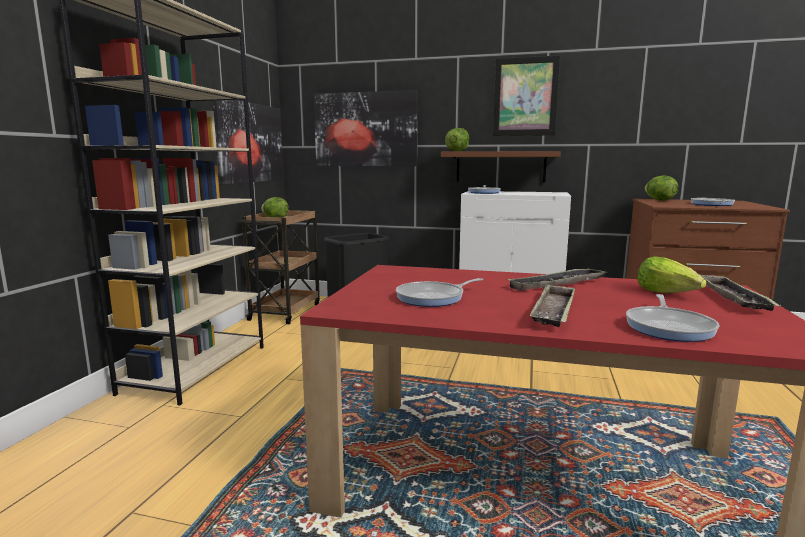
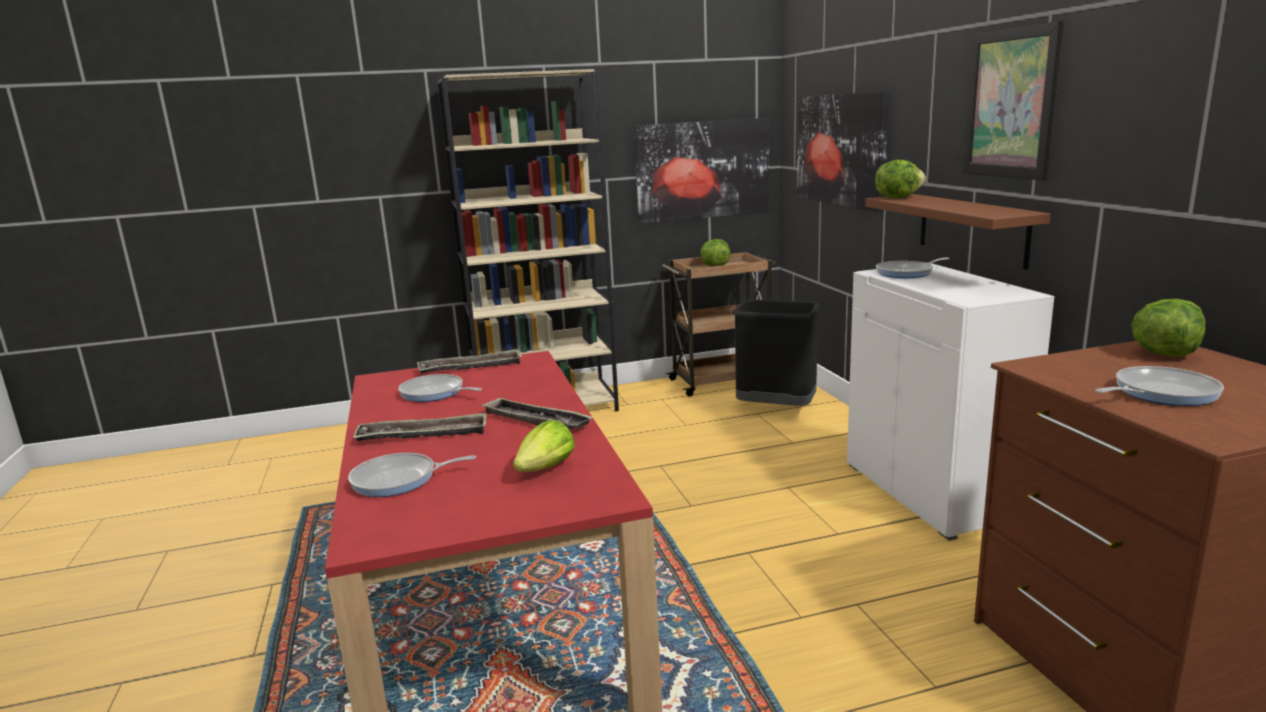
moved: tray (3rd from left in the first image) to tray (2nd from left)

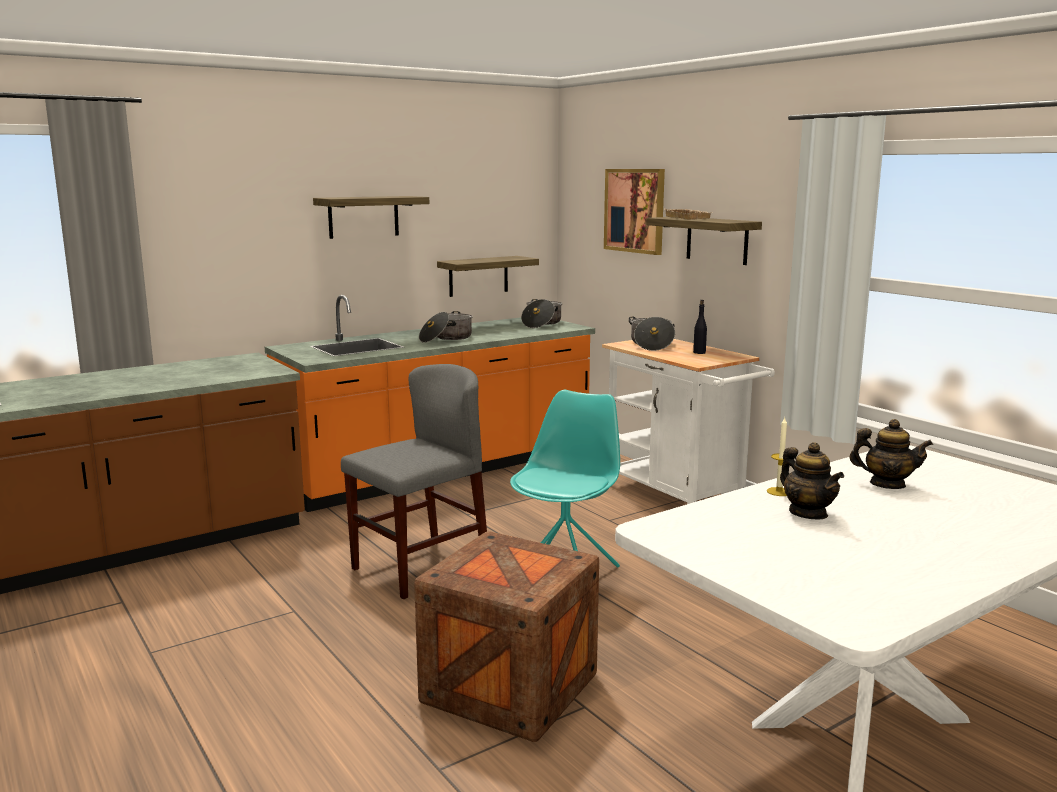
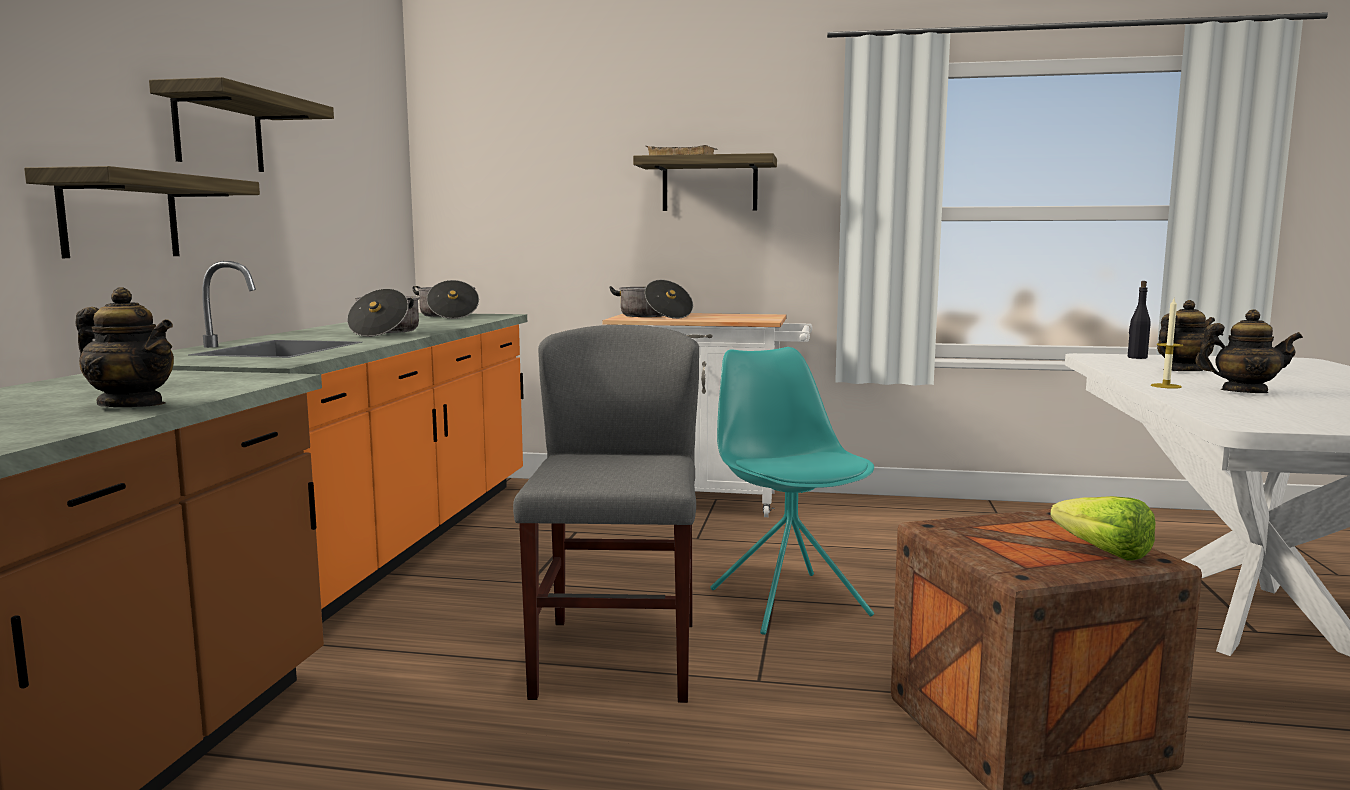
removed: picture
added: teapot (1st from left); lettuce
moved: shelf (2nd from left in the first image) to shelf (1st from left); black bottle

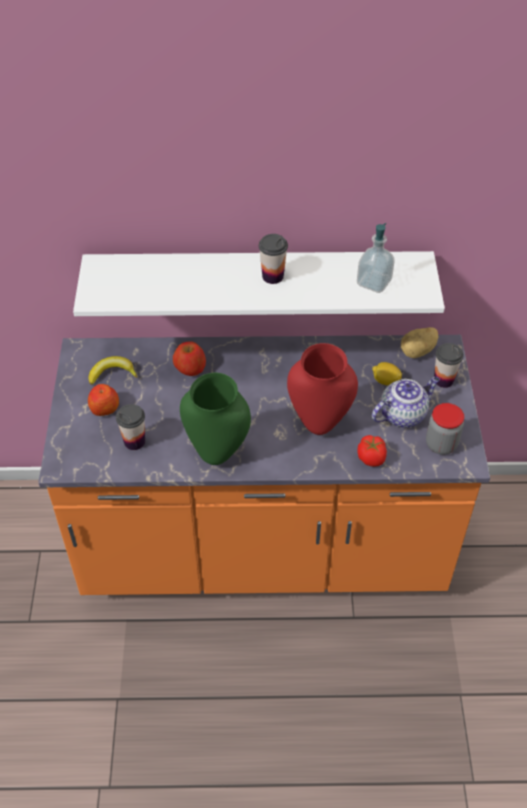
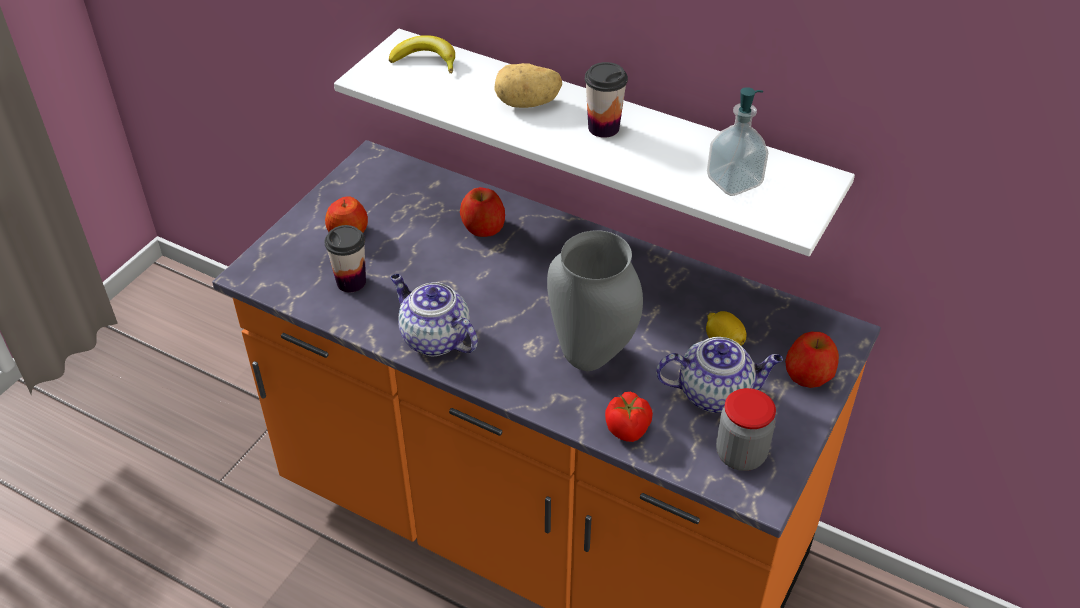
moved: banana; potato
replaced: green vase to teapot (1st from left); cup (3rd from left) to apple (3rd from left)
recoloured: red vase to grey vase

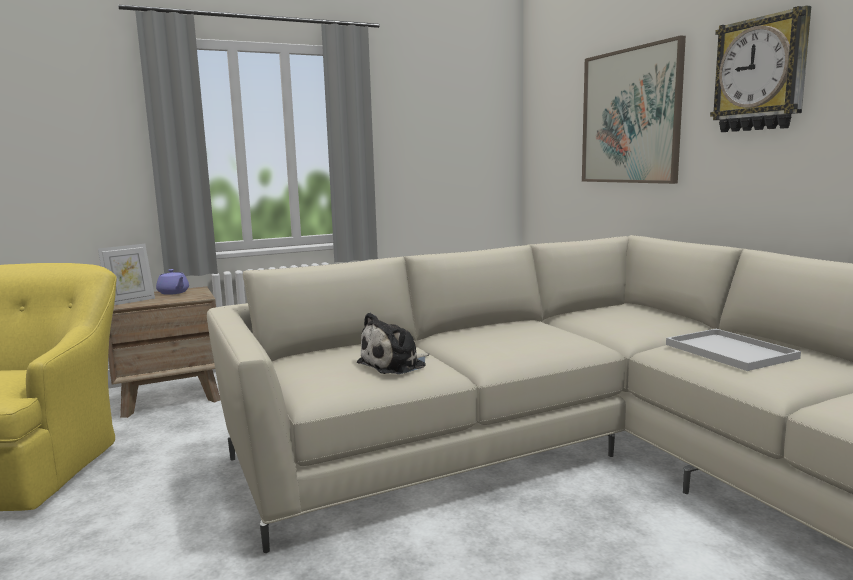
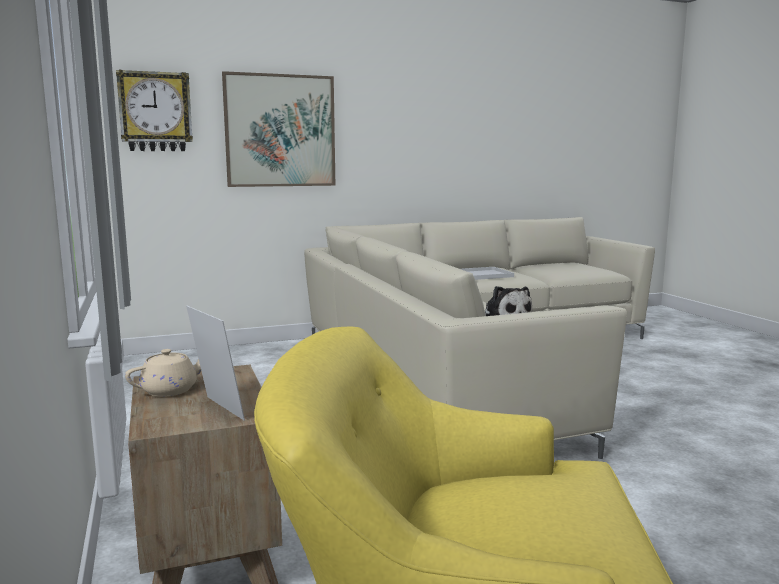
moved: wall clock
recoloured: purple teapot to beige teapot

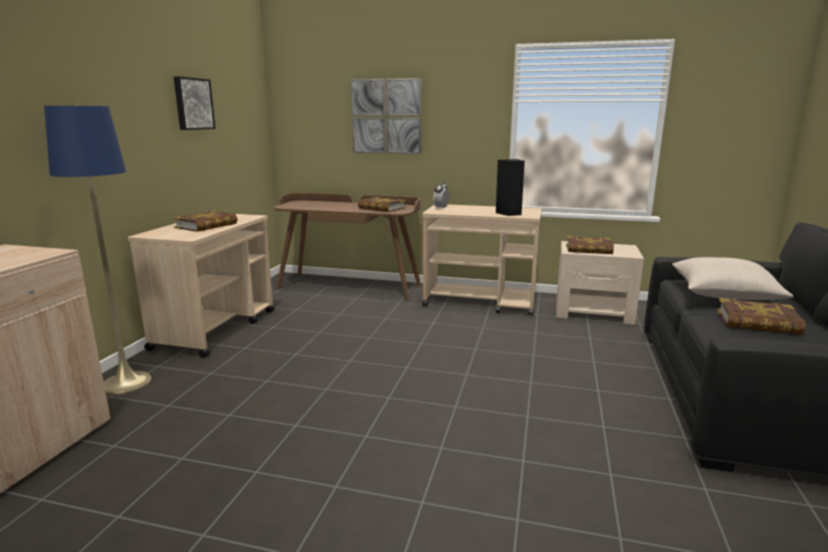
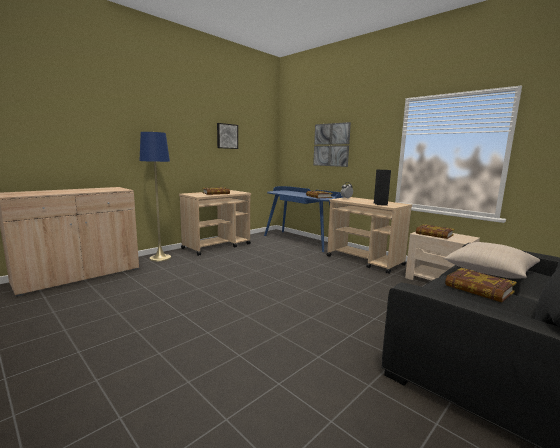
recoloured: brown desk to blue desk

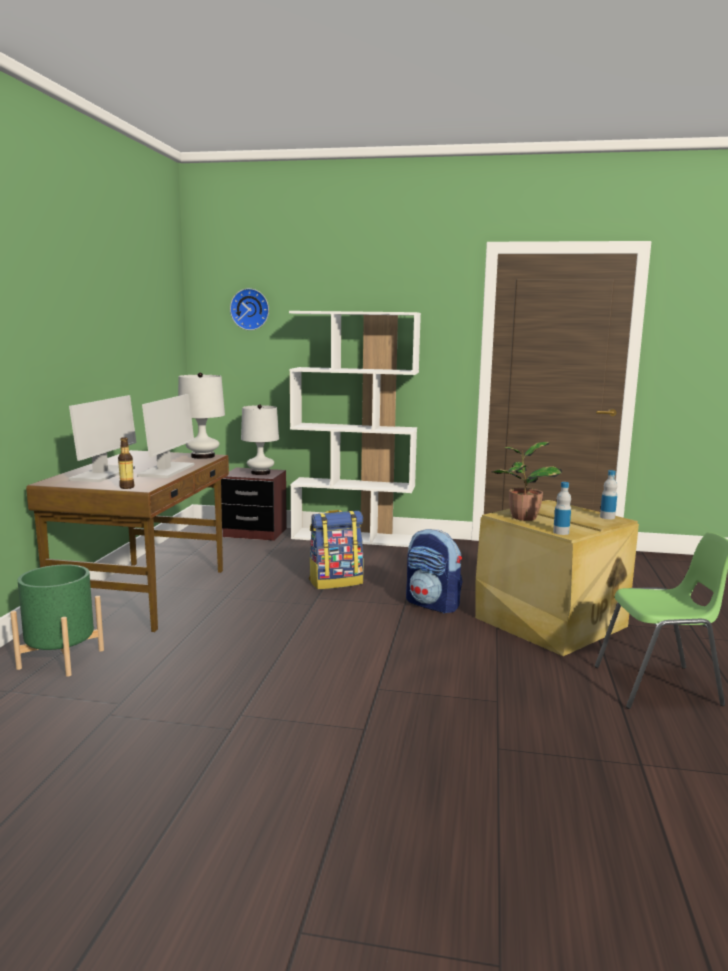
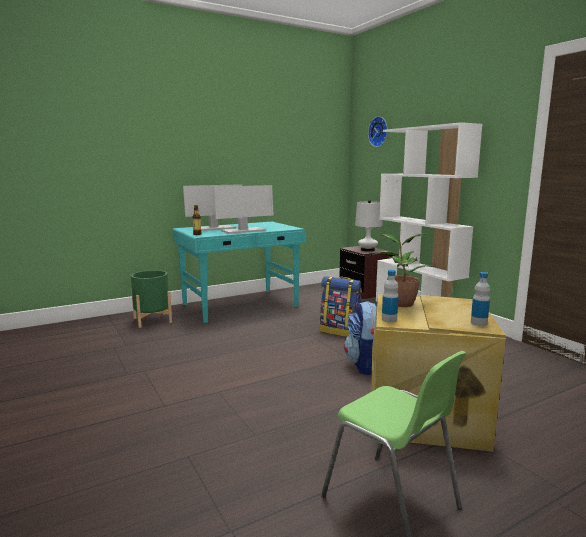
removed: white table lamp (1st from left)
recoloured: brown desk to turquoise desk

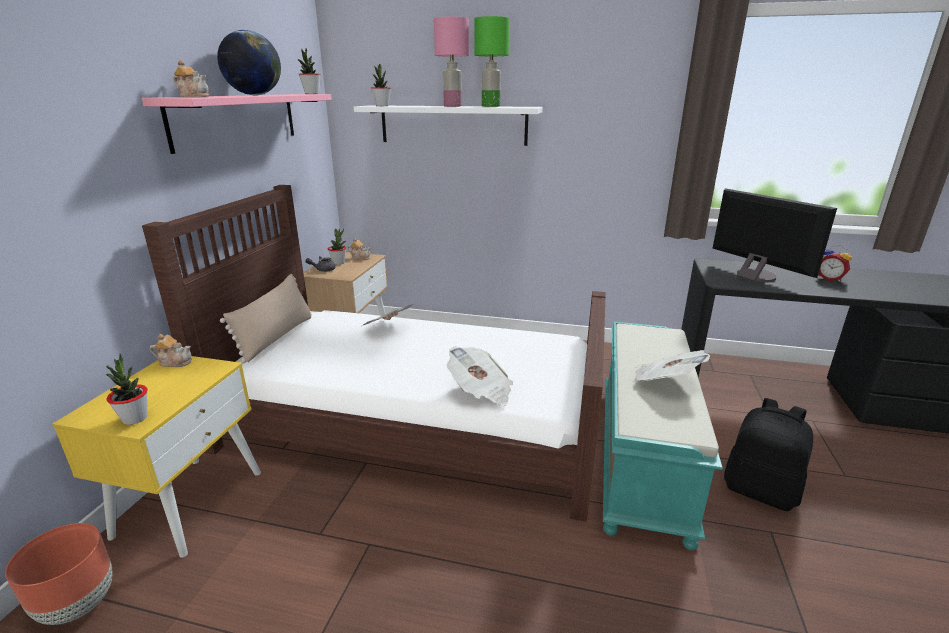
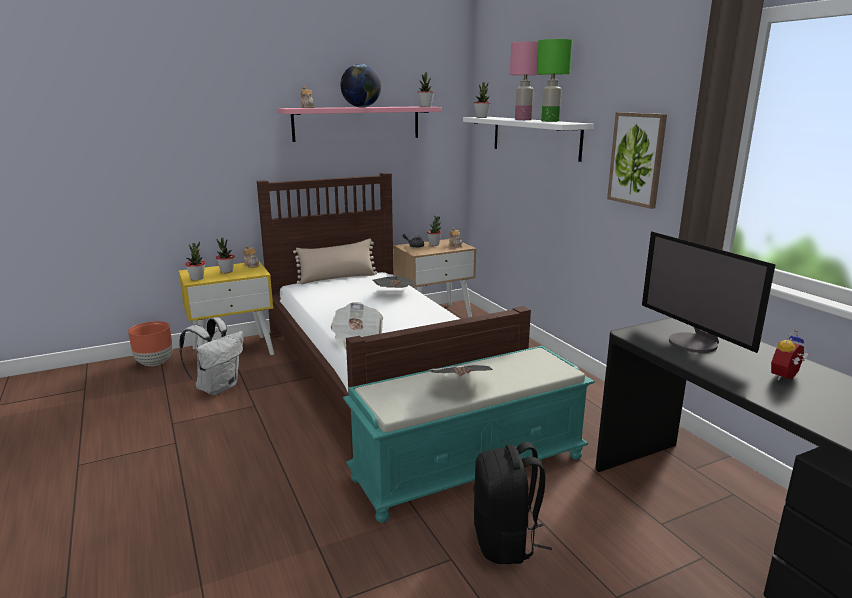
added: white backpack; potted plant (2nd from left); picture
turned: monitor 135 degrees clockwise; alarm clock 45 degrees clockwise

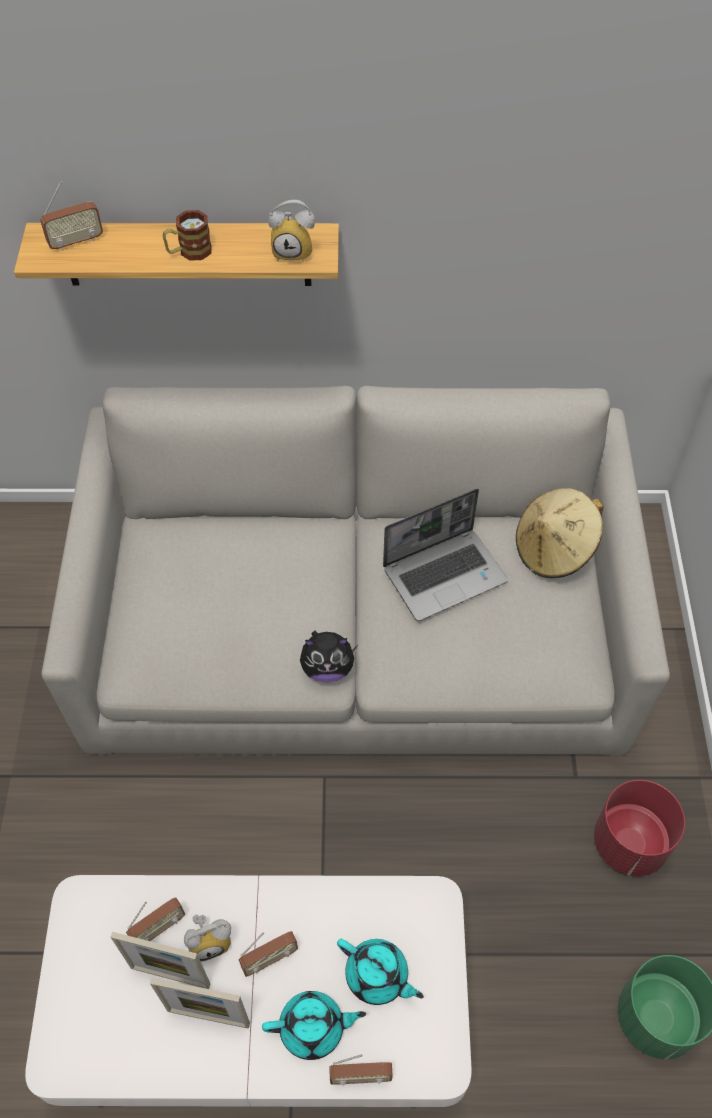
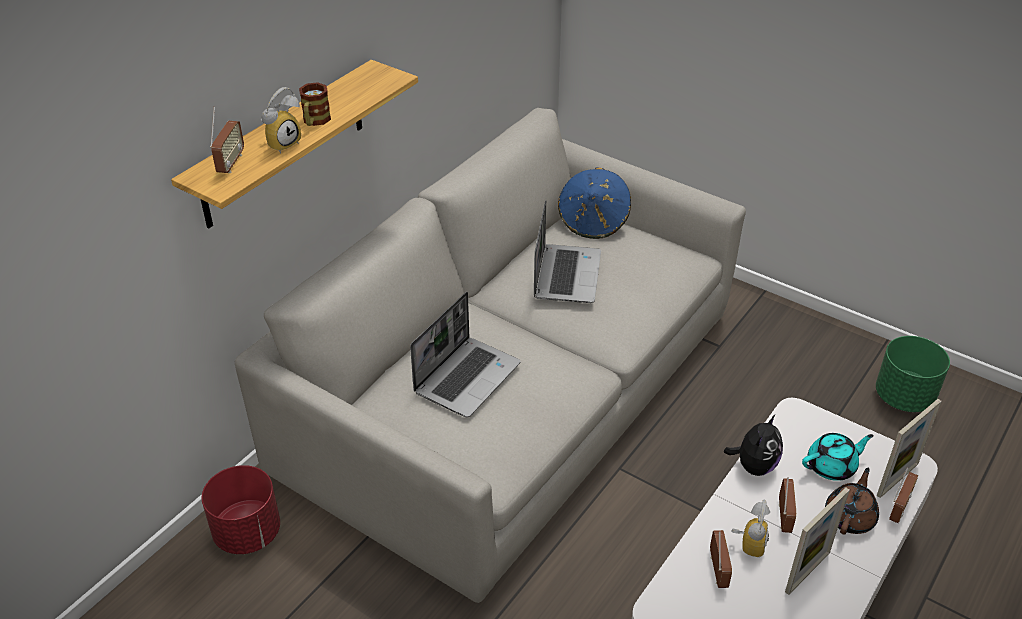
added: laptop (1st from left)
moved: red planter; alarm clock (2nd from left in the first image) to alarm clock (1st from left); plush toy; picture frame (1st from left in the first image) to picture frame (2nd from left)
recoloured: beige hat to blue hat; turquoise teapot (1st from left) to brown teapot

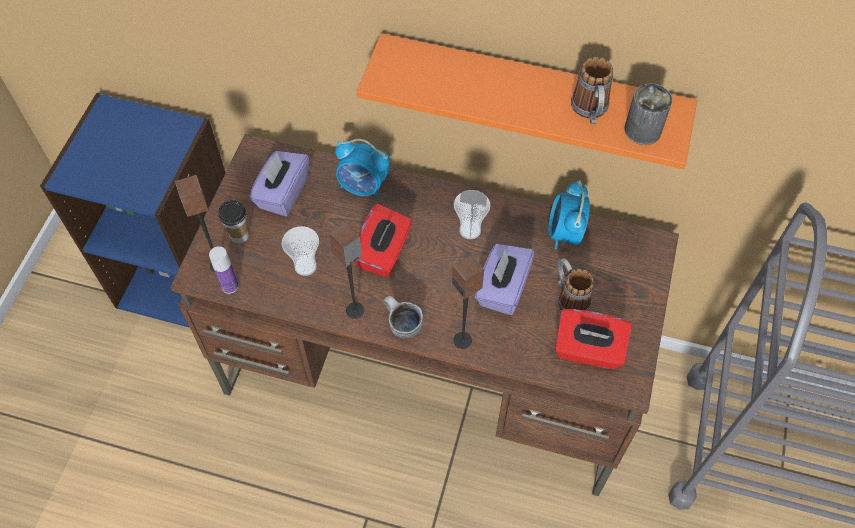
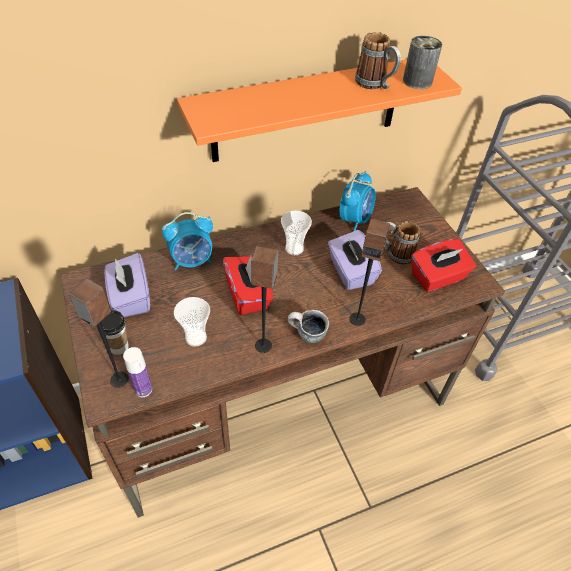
turned: alarm clock (2nd from left) 120 degrees counterclockwise

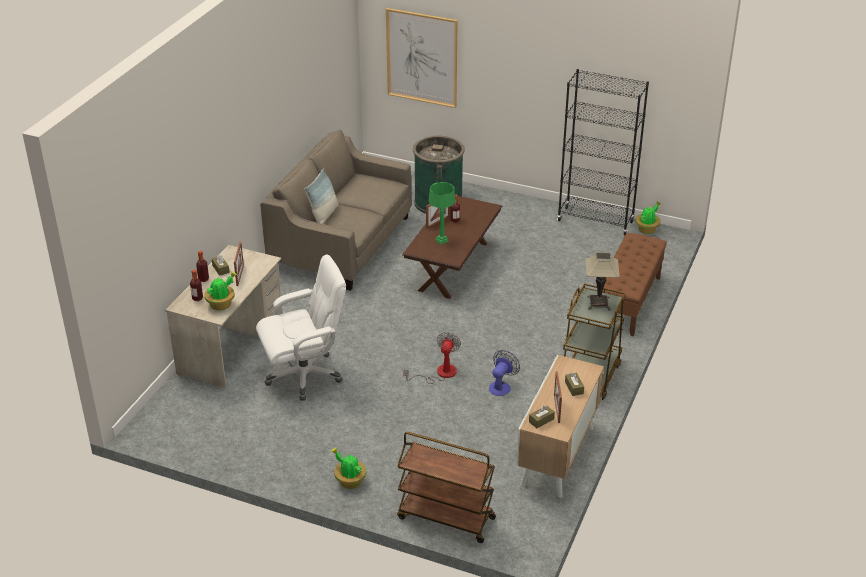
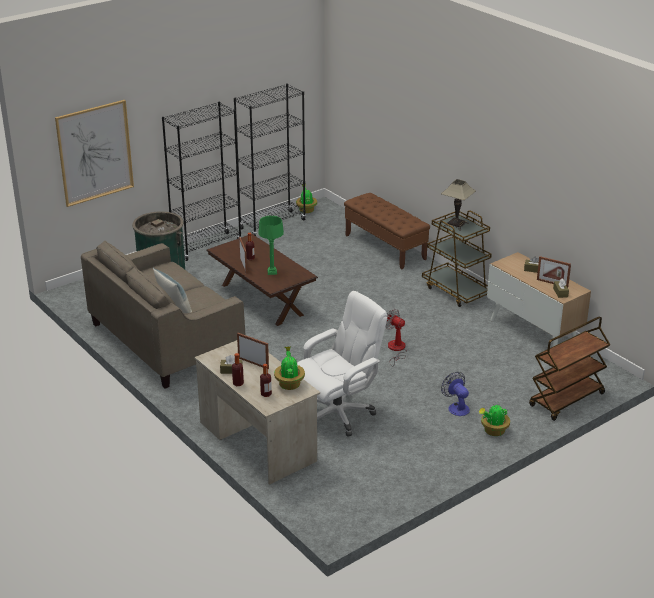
added: black bookcase (1st from left)
moved: fan (2nd from left)
turned: white office chair 45 degrees clockwise

